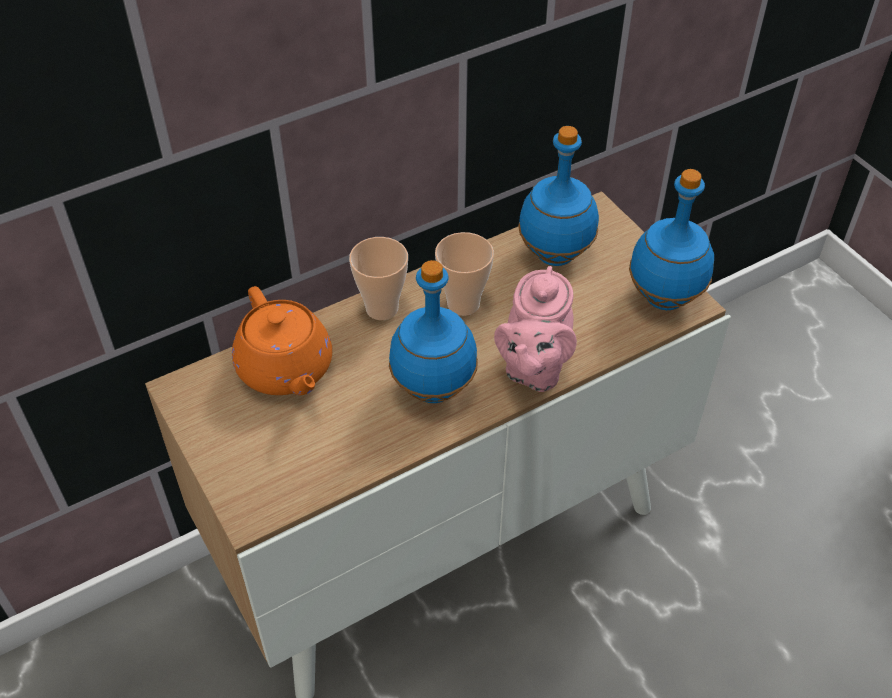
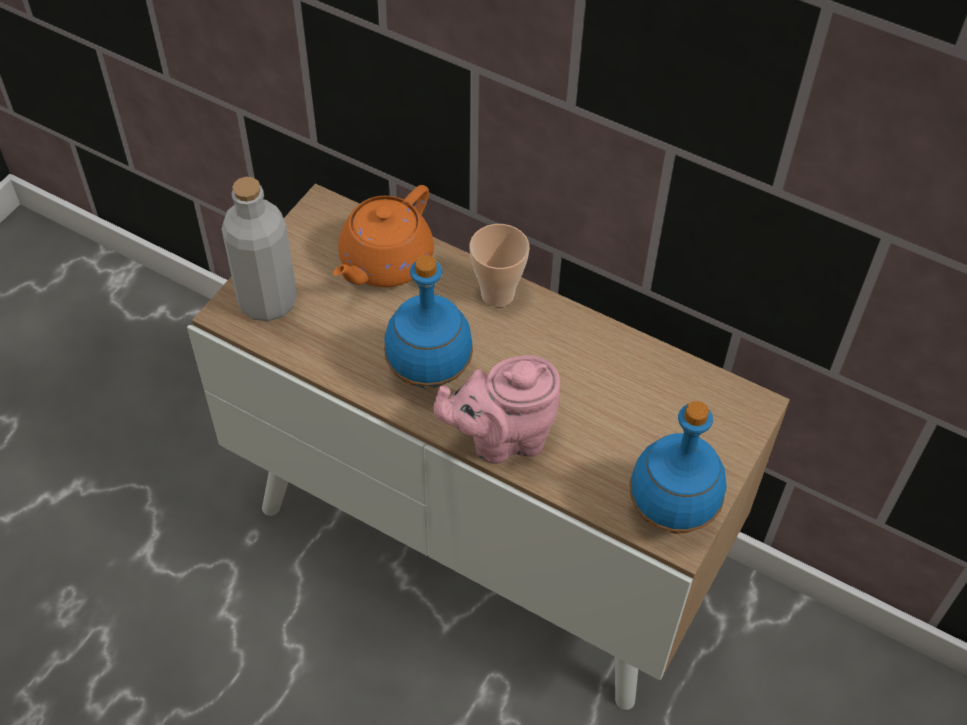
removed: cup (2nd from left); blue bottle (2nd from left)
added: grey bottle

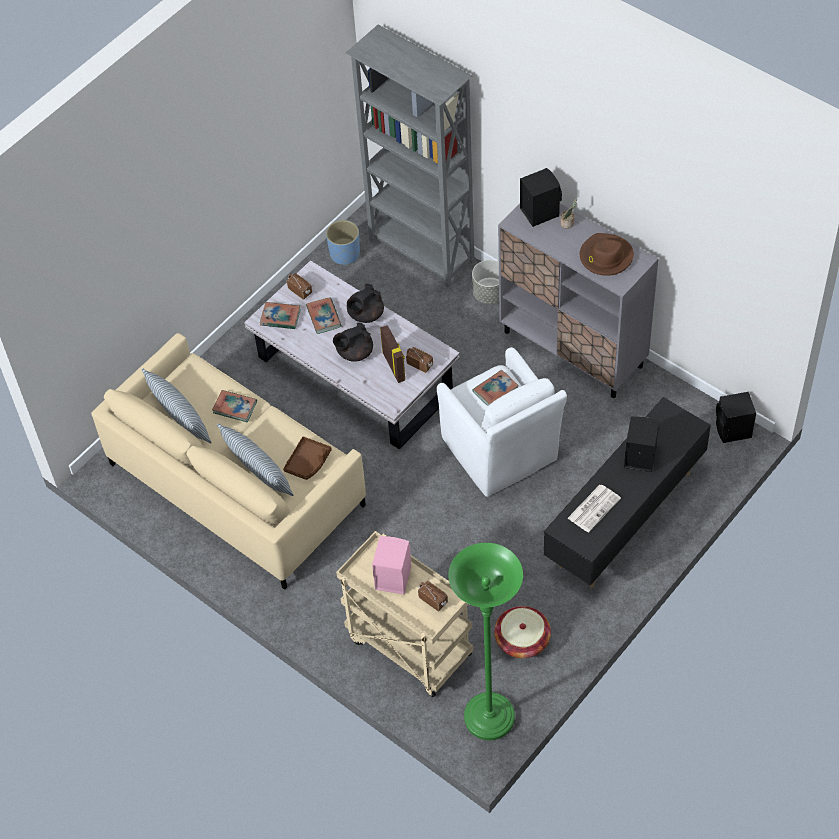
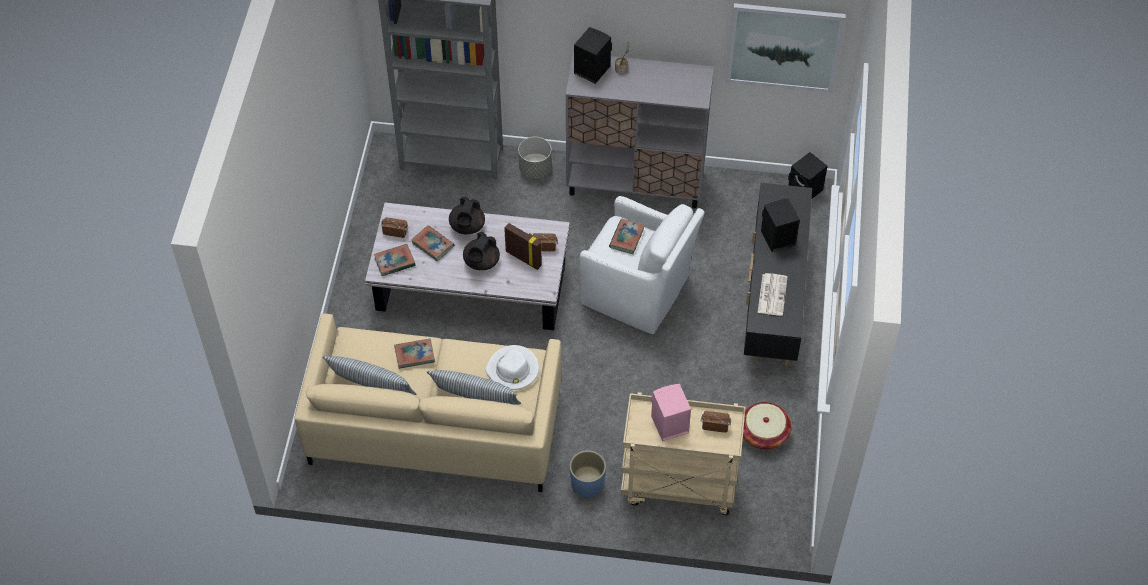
removed: green floor lamp; brown hat
added: picture
moved: blue planter
replaced: brown tray to white hat

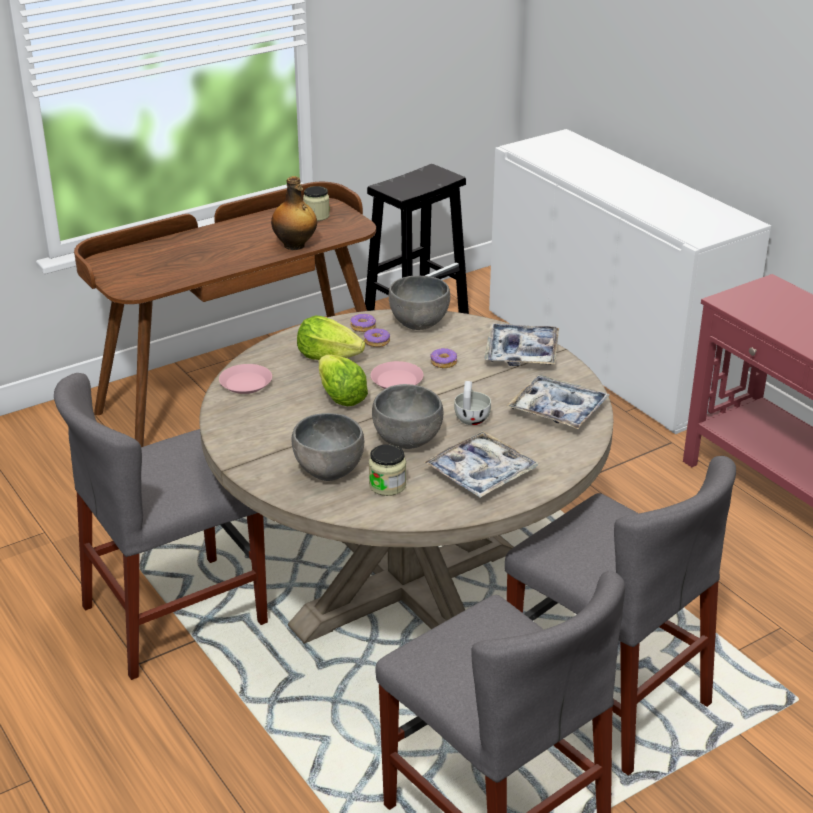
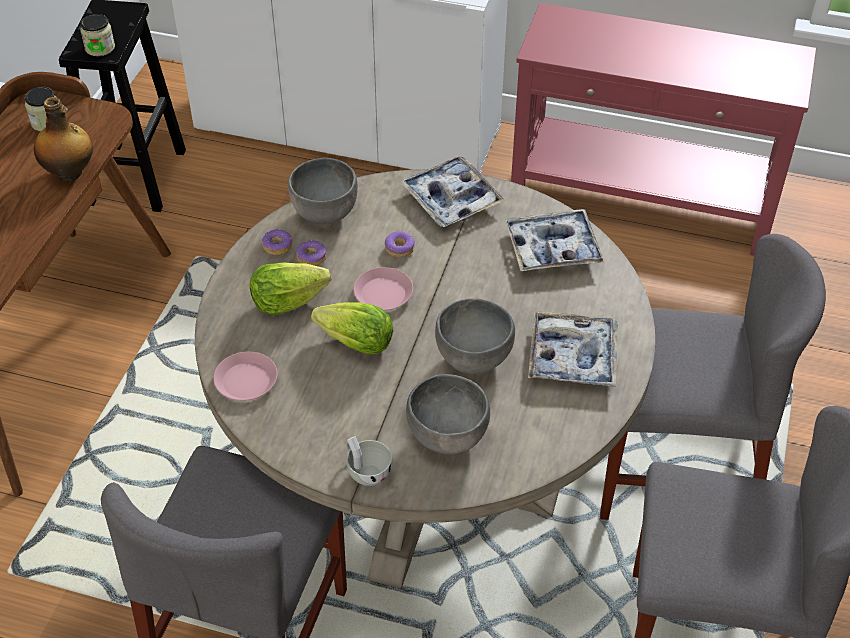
moved: jar (2nd from left); white cup

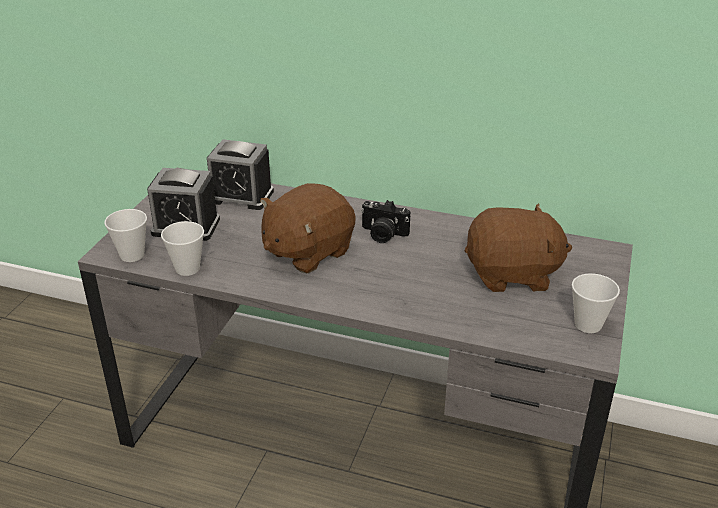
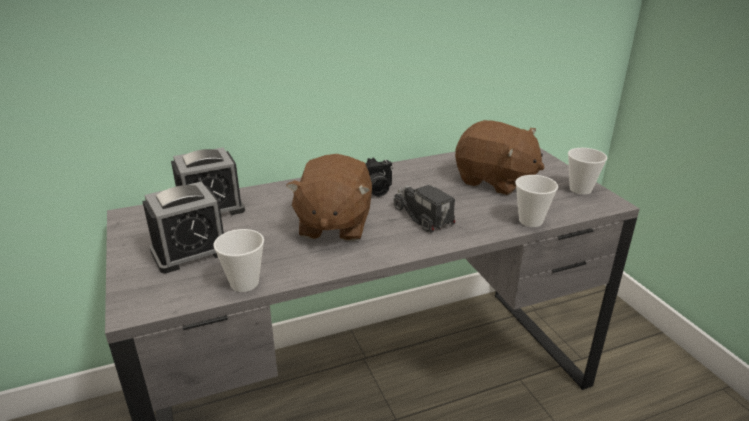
added: toy truck
moved: cup (1st from left in the first image) to cup (2nd from left)
turned: brown plush toy (2nd from left) 75 degrees clockwise

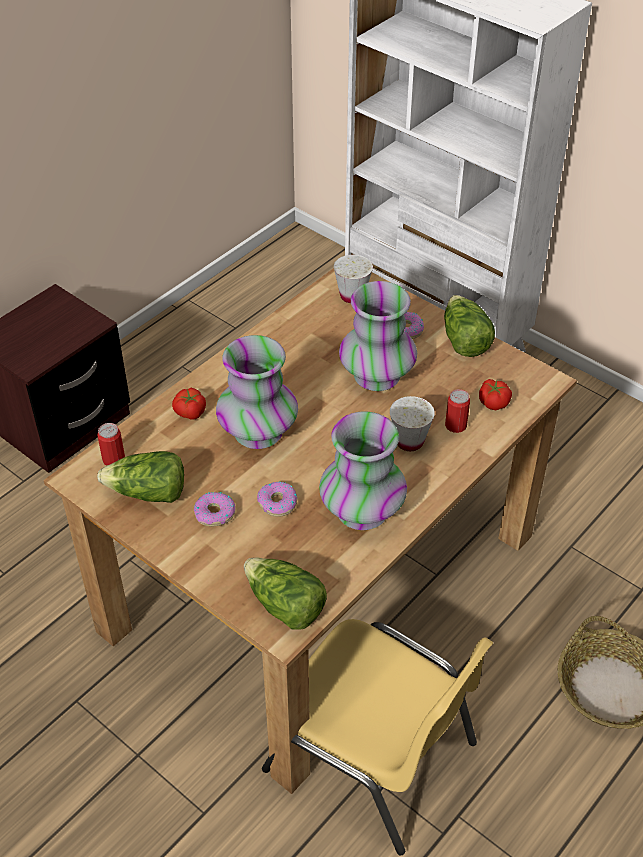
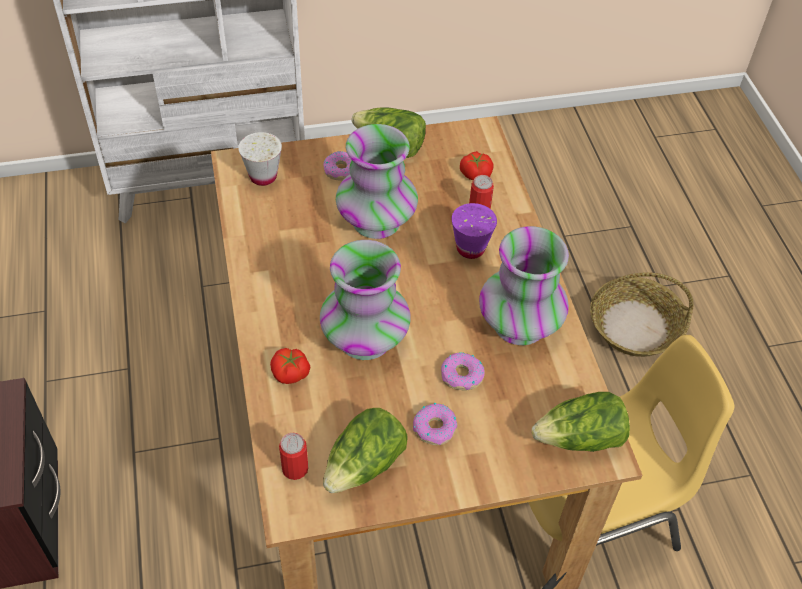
recoloured: white cup (2nd from left) to purple cup

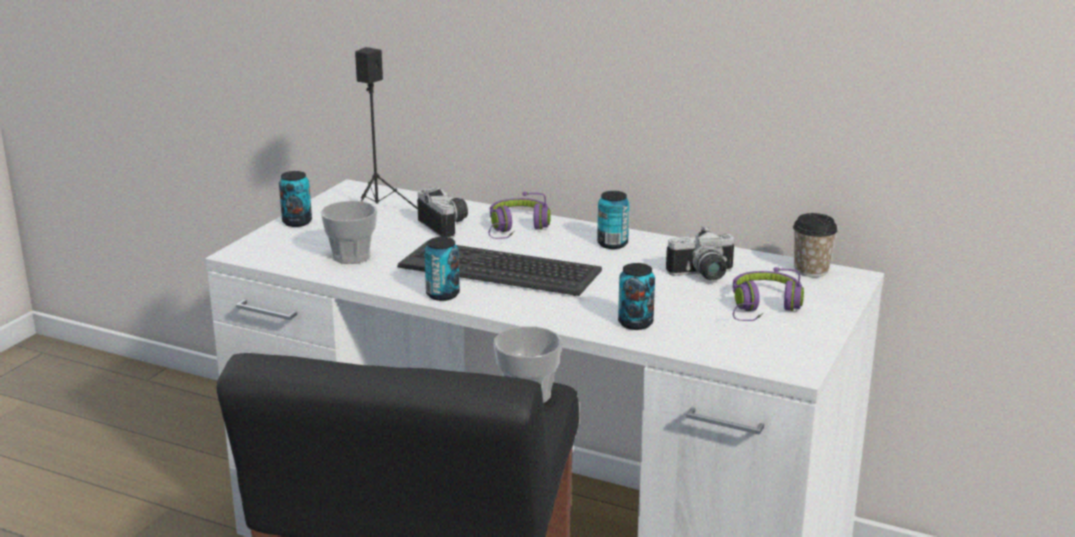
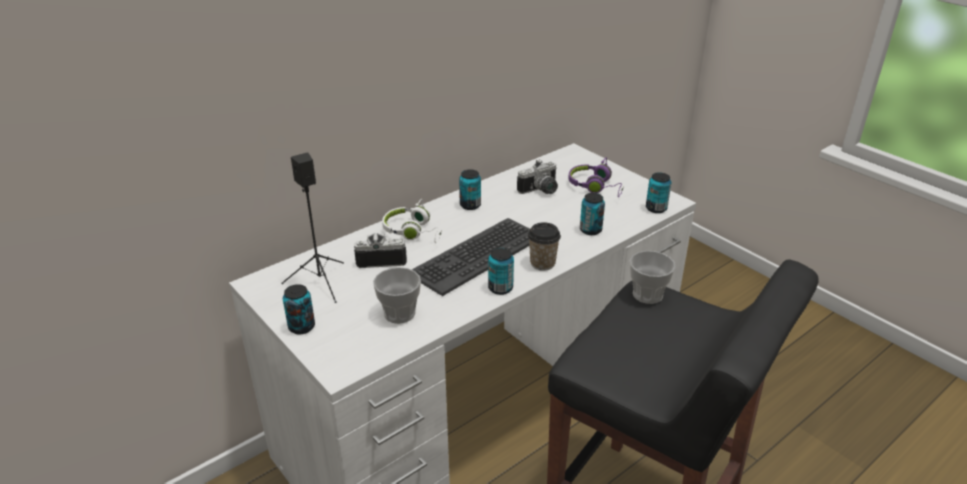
added: can (5th from left)
moved: cup (3rd from left in the first image) to cup (2nd from left)
recoloured: purple headphones (1st from left) to white headphones
turned: photo camera (2nd from left) 45 degrees clockwise

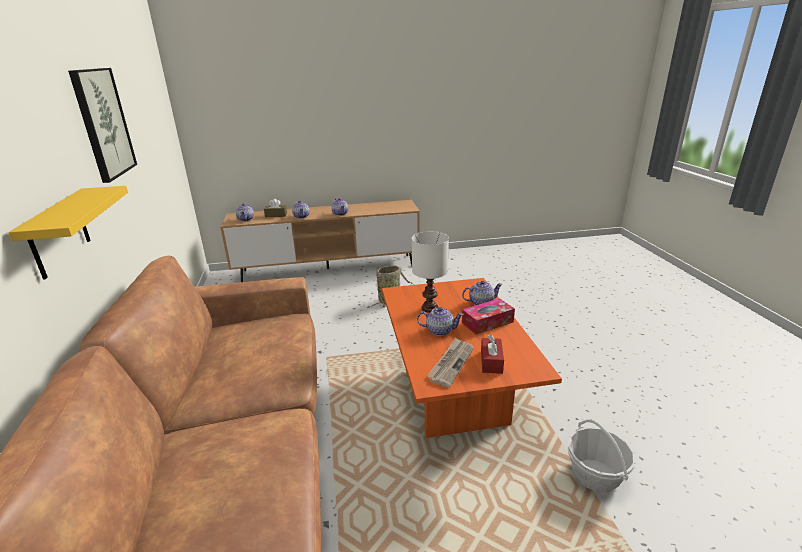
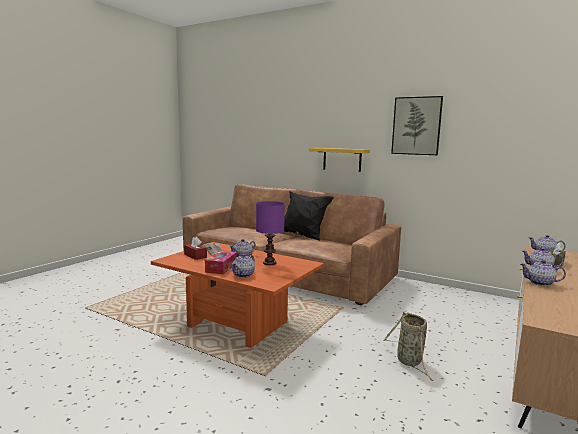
removed: basket (2nd from left)
added: black pillow
recoloured: white table lamp to purple table lamp

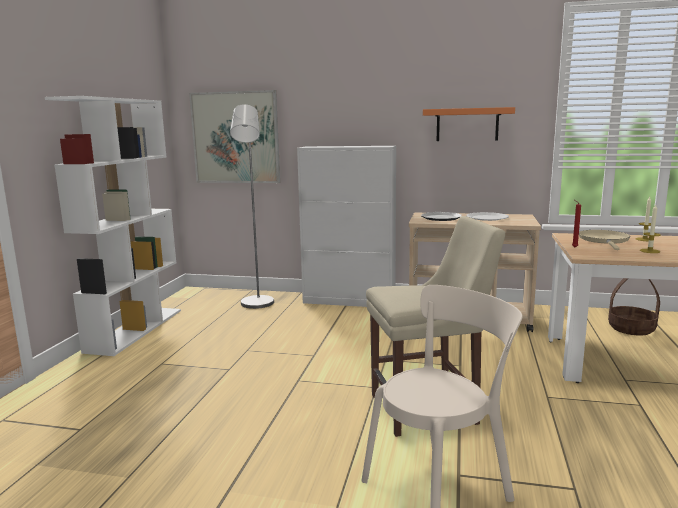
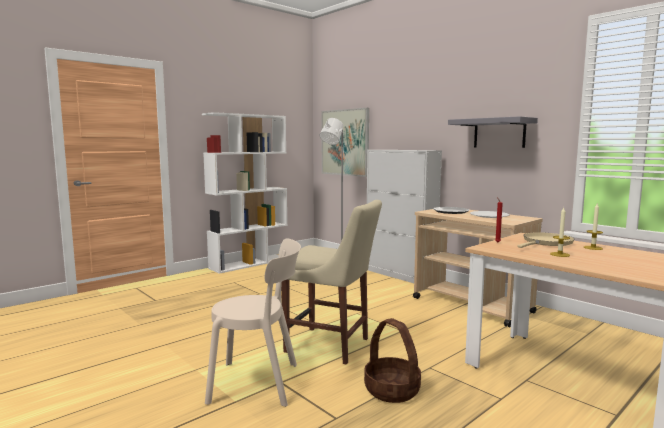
moved: basket
recoloured: orange shelf to grey shelf

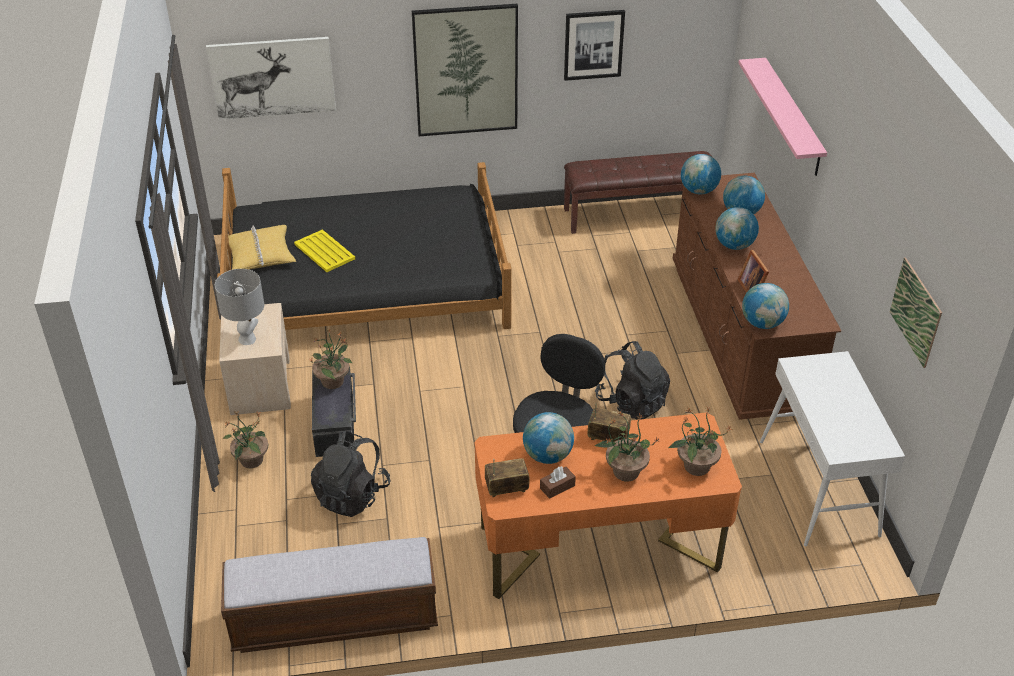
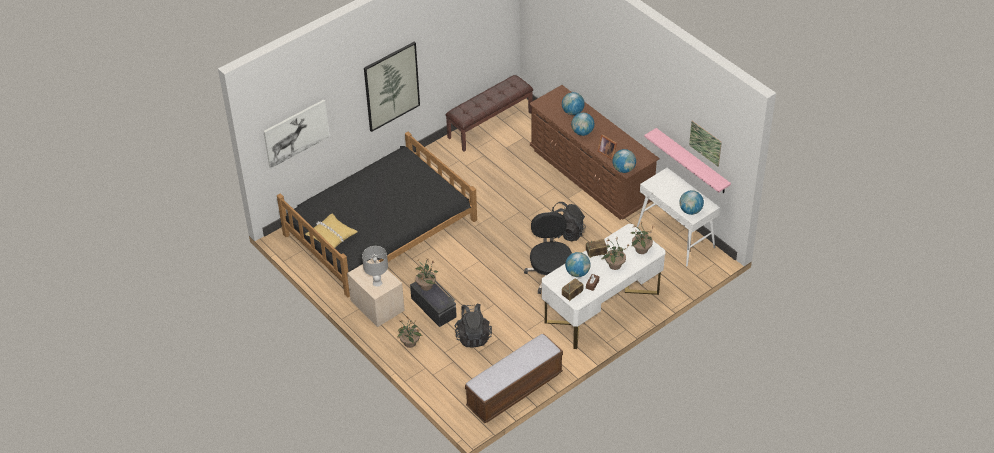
removed: yellow tray; picture (3rd from left)
moved: pink shelf; globe (2nd from left in the first image) to globe (5th from left)
recoloured: orange desk to white desk

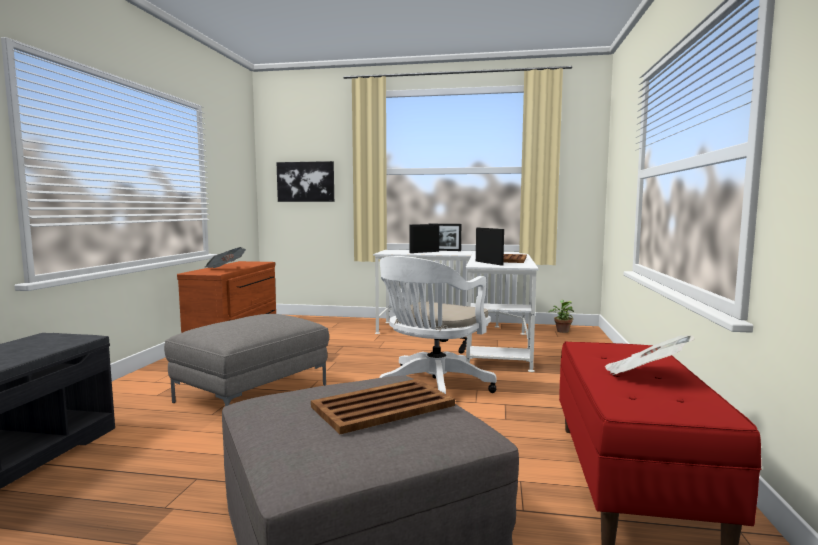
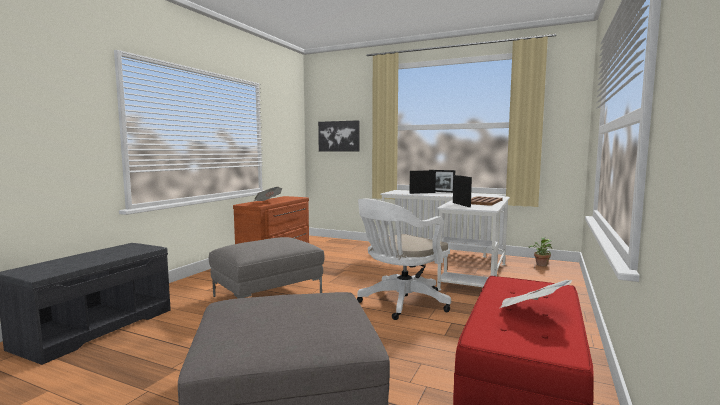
removed: brown tray (1st from left)

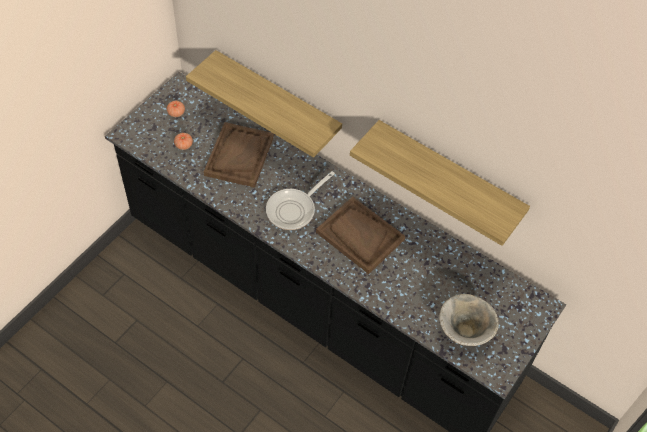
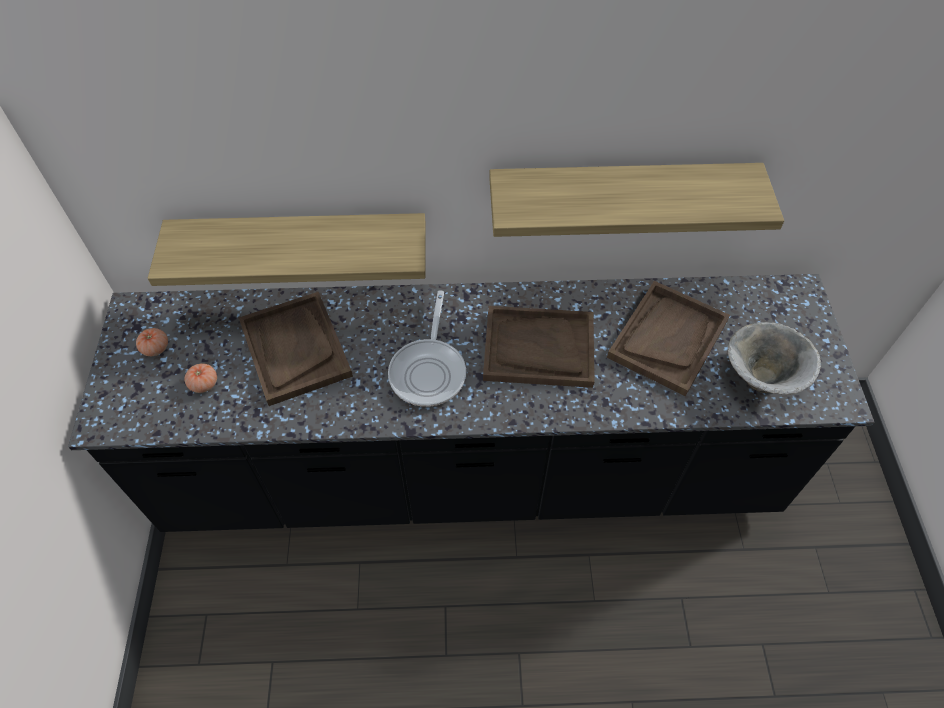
added: brown tray (3rd from left)

